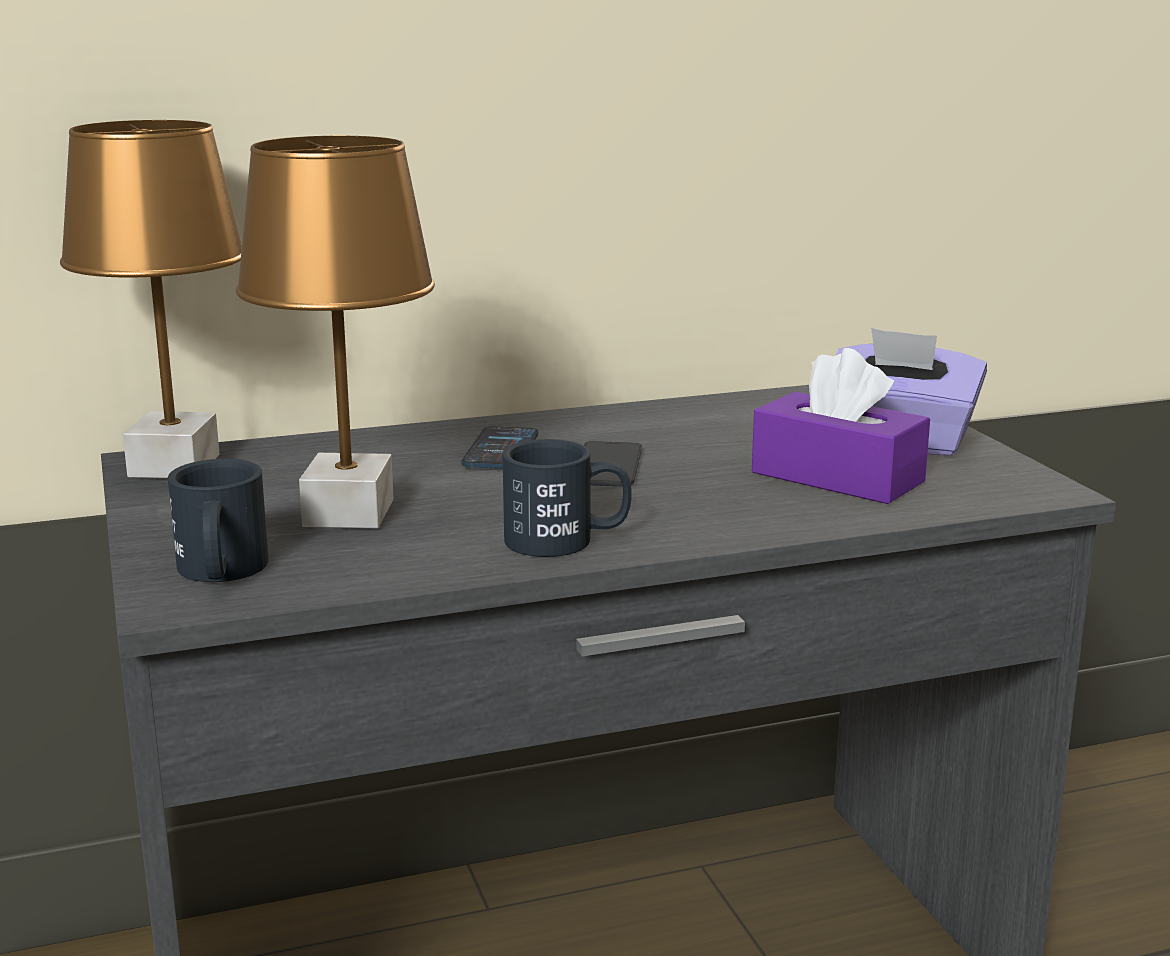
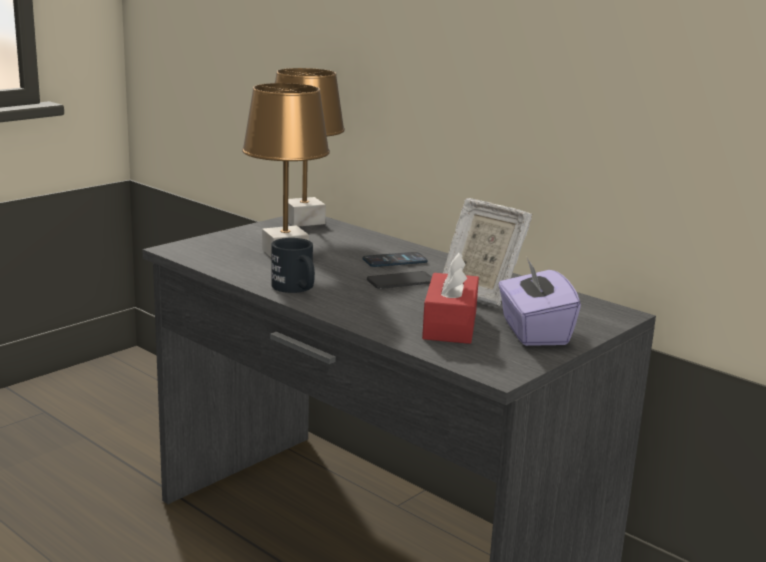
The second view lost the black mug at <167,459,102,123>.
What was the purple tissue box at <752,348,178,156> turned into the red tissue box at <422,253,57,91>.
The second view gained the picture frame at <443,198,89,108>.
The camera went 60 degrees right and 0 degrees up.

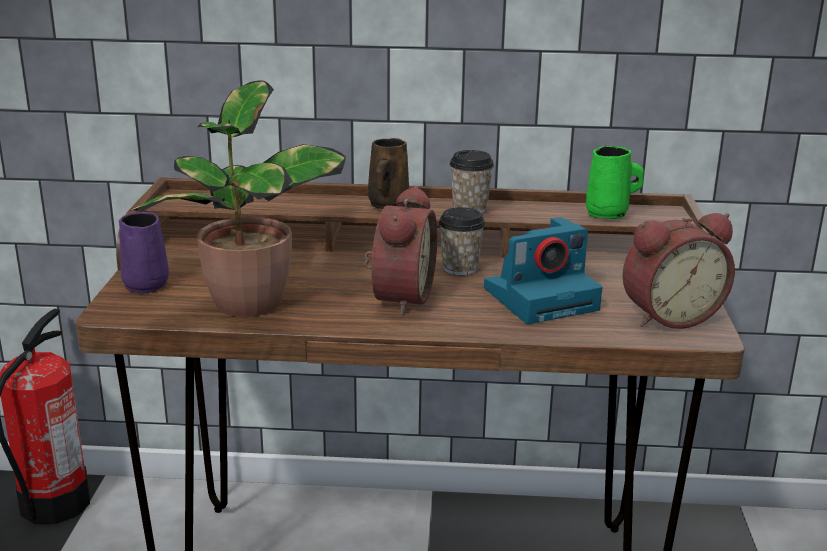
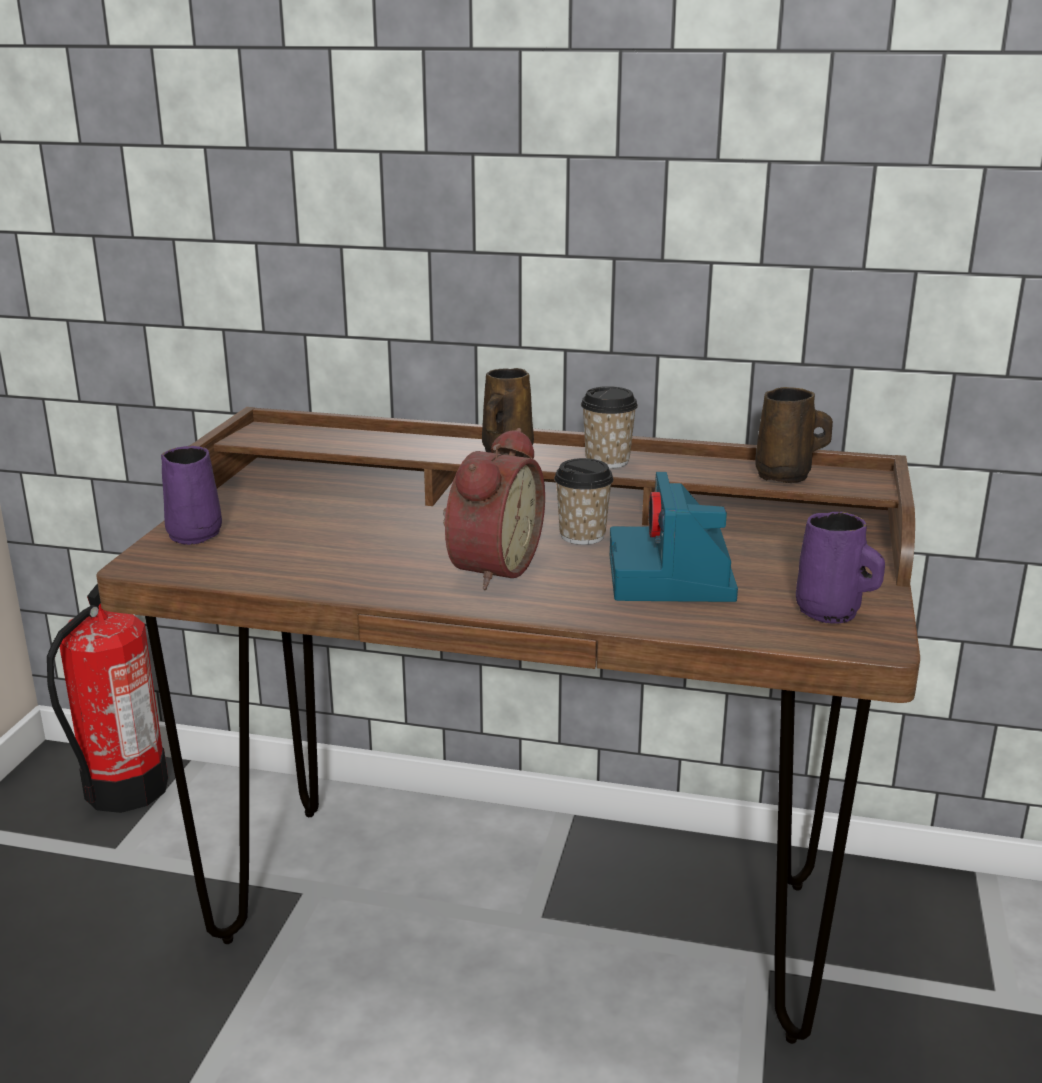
The second view lost the potted plant at <129,81,217,236>.
The photo camera at <484,217,118,107> ended up facing another way, 105 degrees clockwise from before.
What was the green mug at <586,146,58,73> turned into the brown mug at <755,387,78,96>.
Where the alarm clock stood at <622,213,113,116>, the purple mug came to stand at <796,512,89,112>.
The camera went 10 degrees right and 0 degrees up.

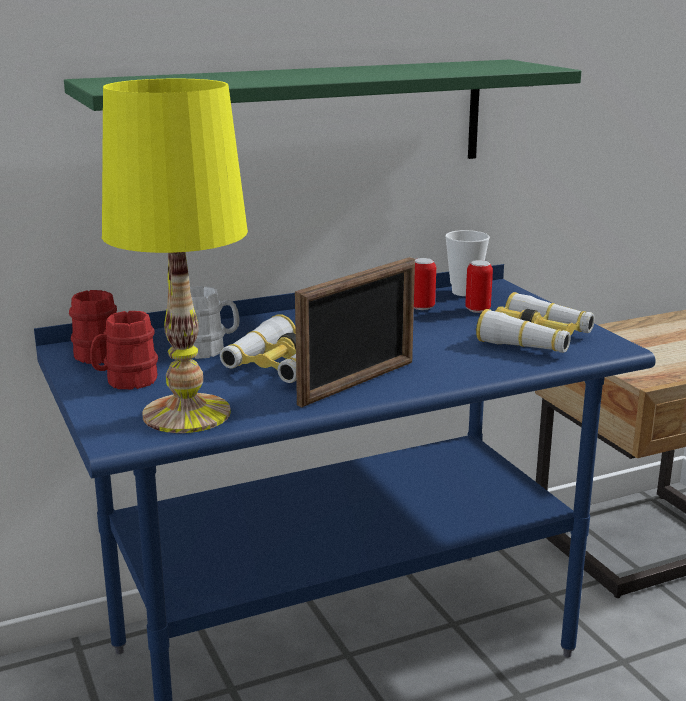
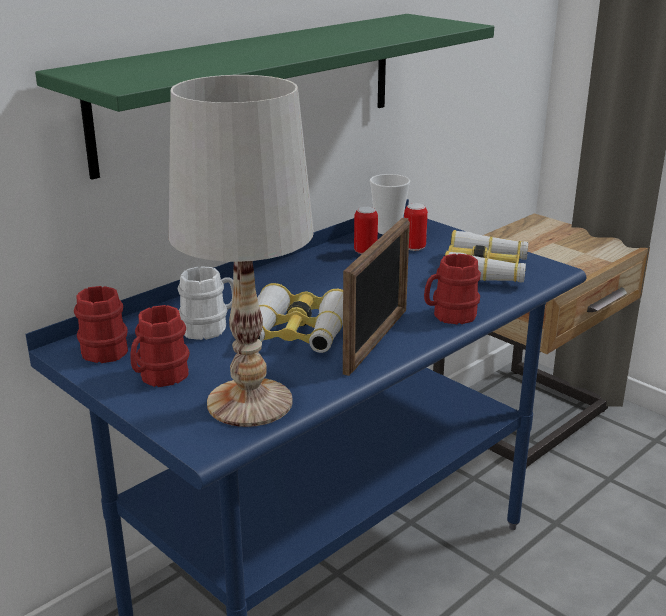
What was the yellow table lamp at <102,79,146,354> turned into the white table lamp at <169,75,145,352>.
The second view gained the red mug at <424,254,57,70>.
The camera went 20 degrees left and 5 degrees up.

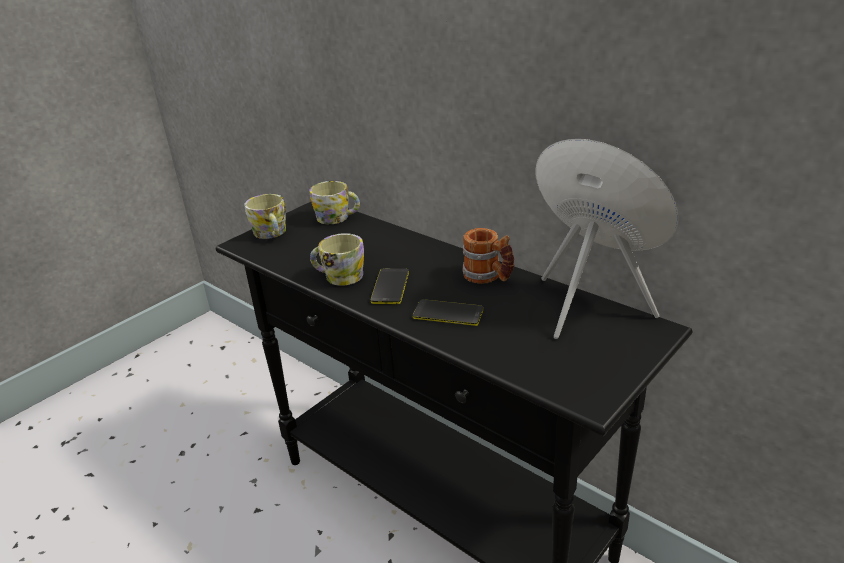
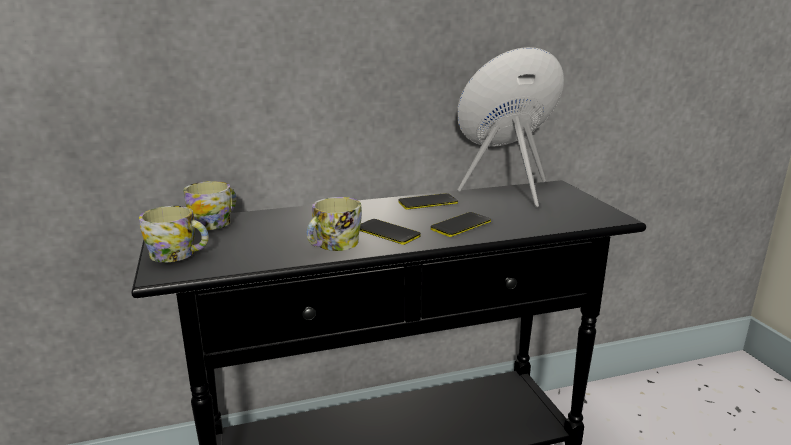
Where the mug stood at <463,228,52,56>, the phone came to stand at <398,193,60,17>.
The camera went 60 degrees left and 10 degrees down.

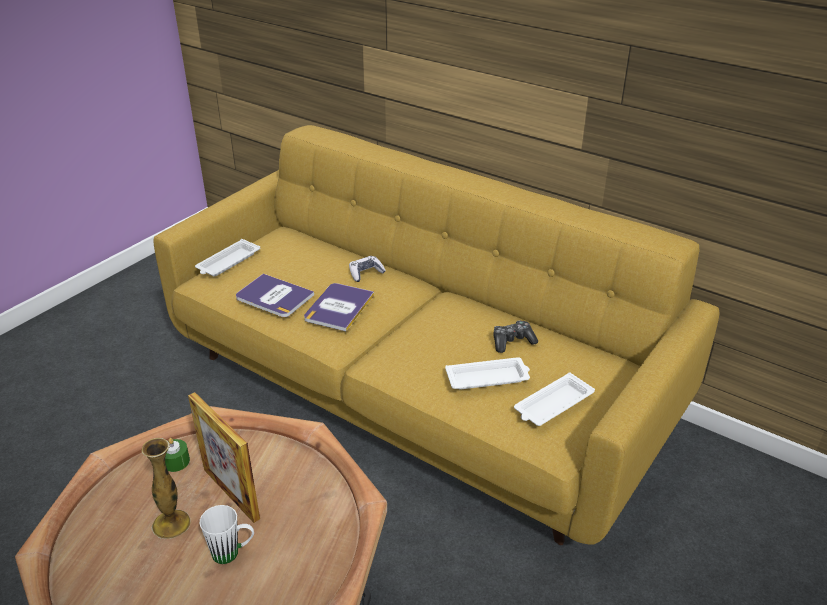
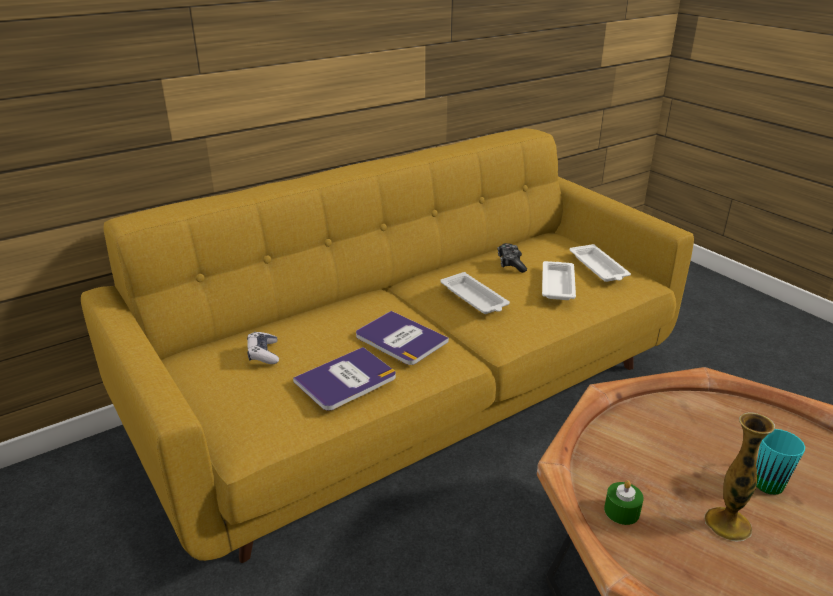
The second view lost the picture frame at <188,392,72,131>.
The white tray ended up elsewhere, having gone from <195,239,65,38> to <440,272,70,42>.
What was the white mug at <200,505,54,59> turned into the turquoise mug at <756,429,49,66>.
The game controller ended up elsewhere, having gone from <349,256,37,26> to <247,332,32,32>.
The camera went 70 degrees left and 5 degrees down.

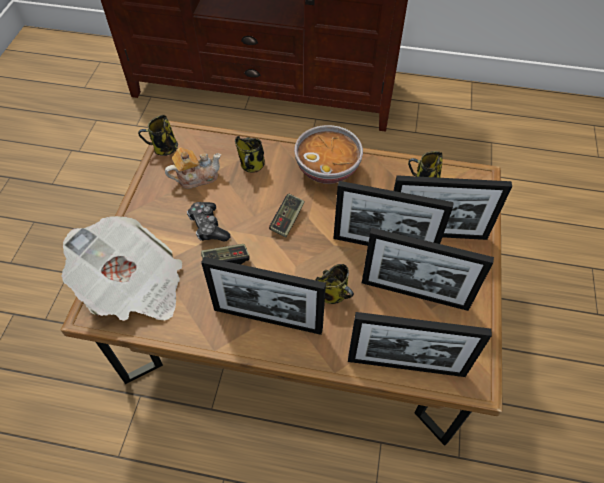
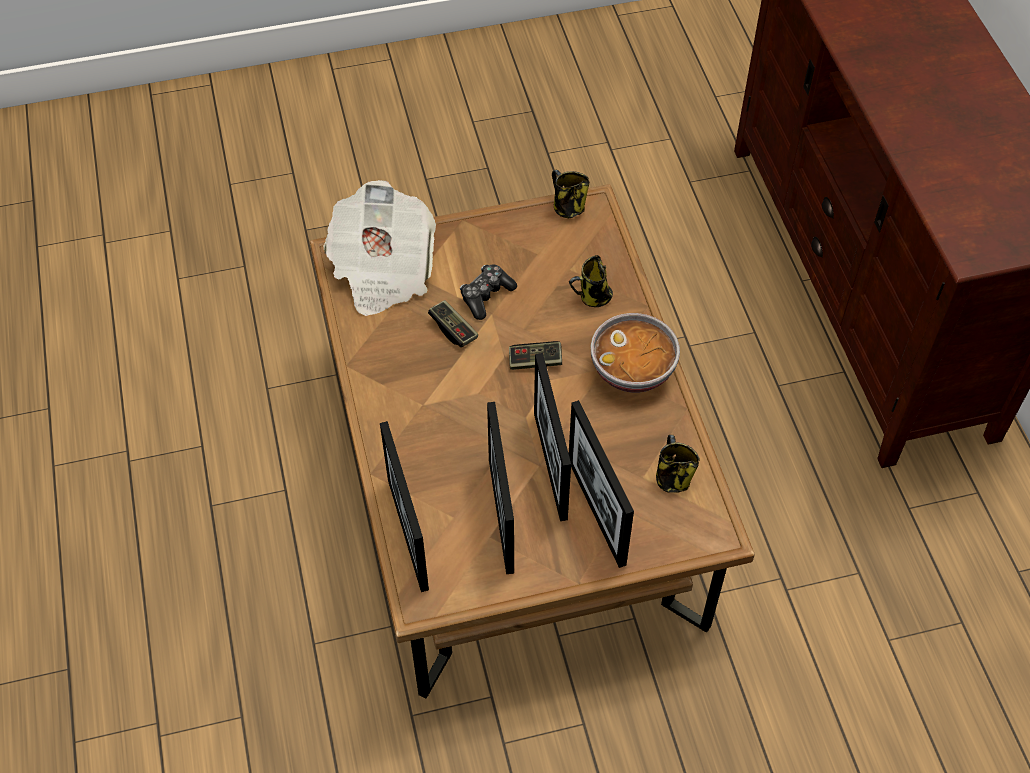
The second view lost the teapot at <165,147,56,42>.
The second view lost the picture frame at <201,257,125,78>.
The second view lost the mug at <315,264,39,40>.
The camera went 65 degrees right and 0 degrees up.

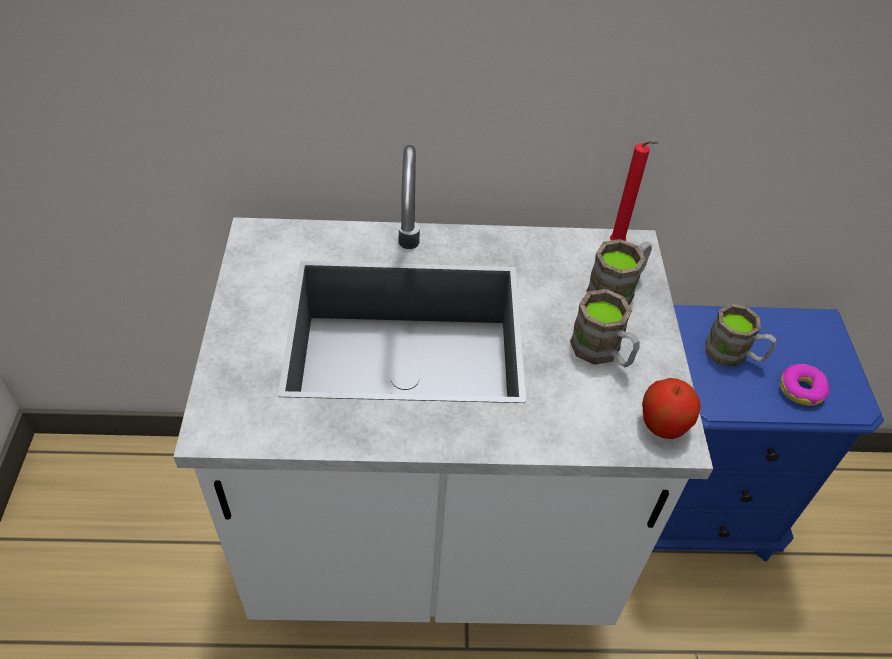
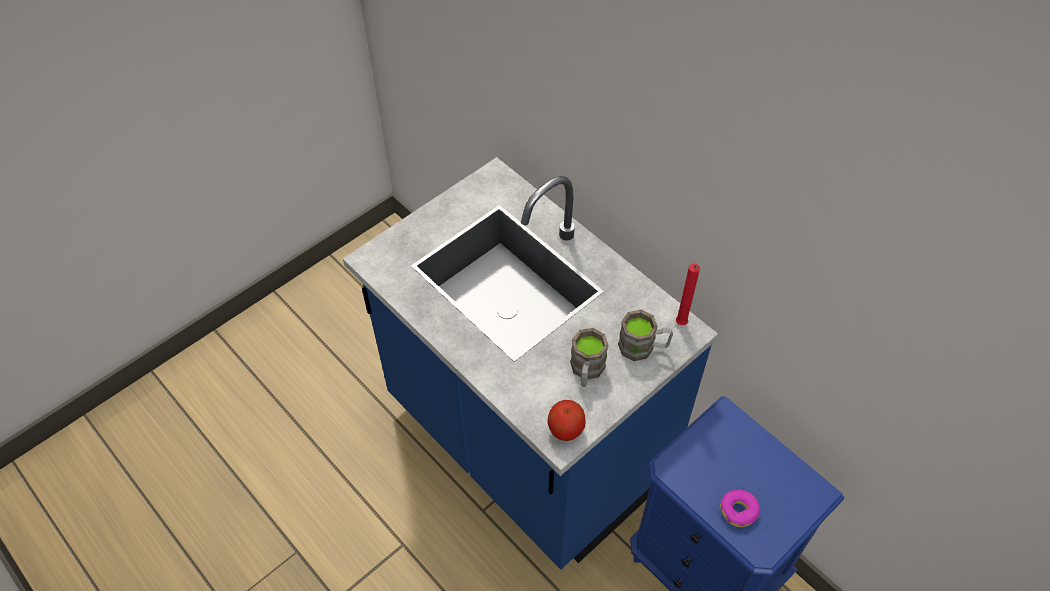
What was the white counter at <174,145,539,480> turned into the blue counter at <343,157,375,412>.
The second view lost the brown mug at <705,304,71,63>.
The camera went 50 degrees right and 5 degrees up.

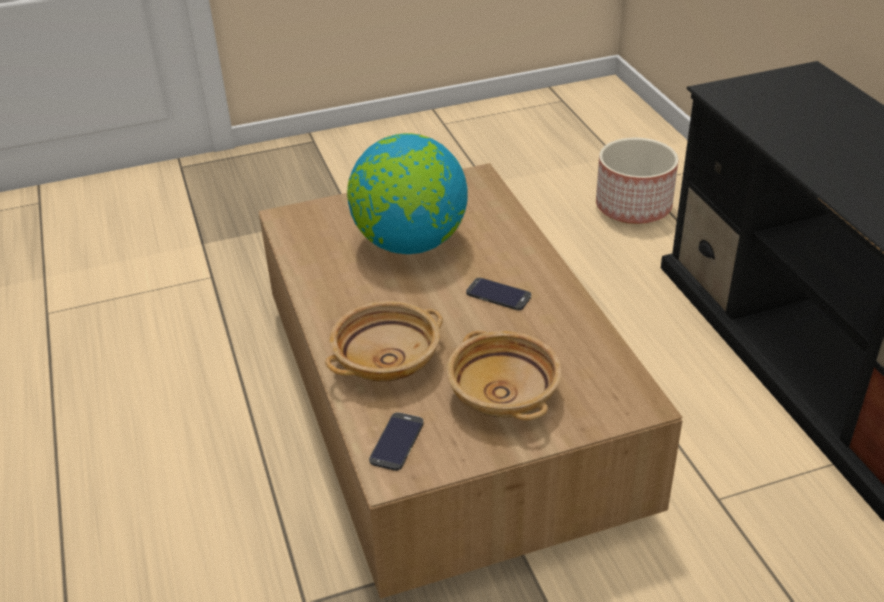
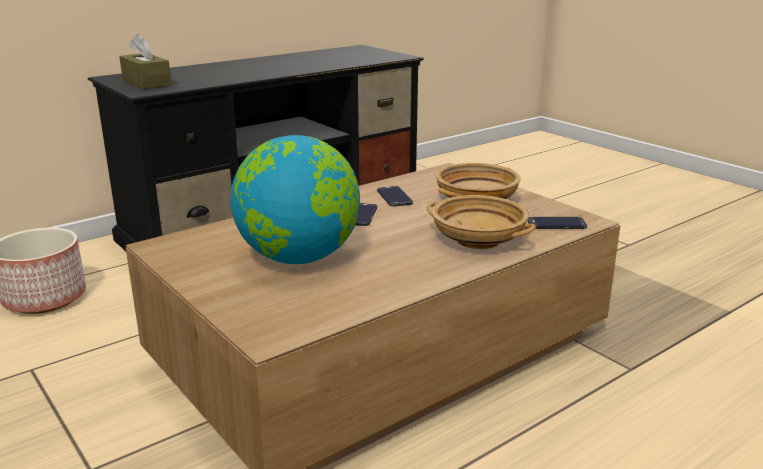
The second view gained the brown tissue box at <119,34,53,55>.
The second view gained the phone at <377,186,36,21>.
The camera went 110 degrees left and 15 degrees down.

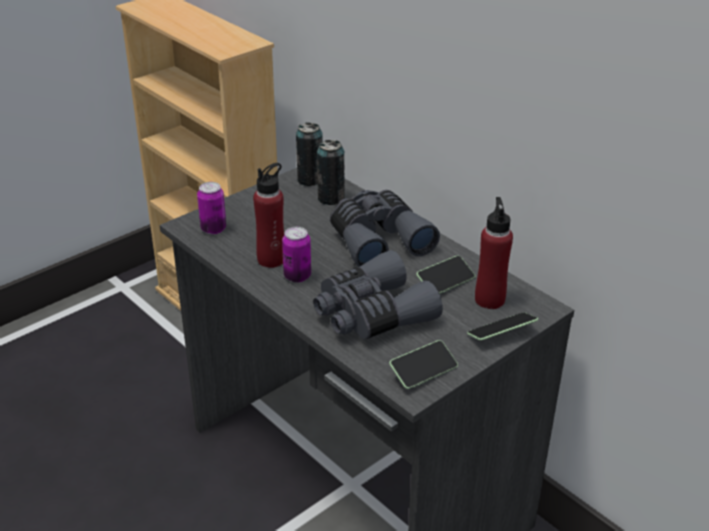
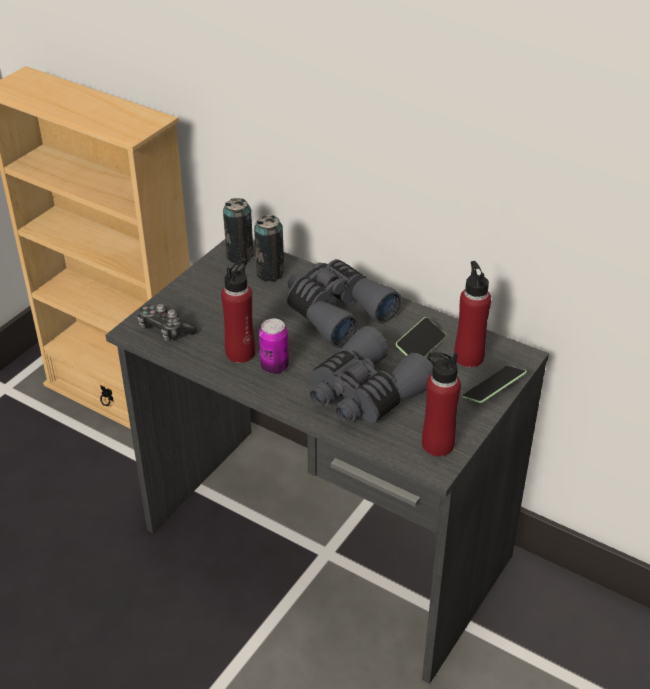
Where the can stood at <197,182,29,52>, the game controller came to stand at <137,303,60,38>.
Where the phone stood at <389,340,69,49>, the red bottle came to stand at <422,352,39,104>.
The camera went 15 degrees left and 5 degrees up.

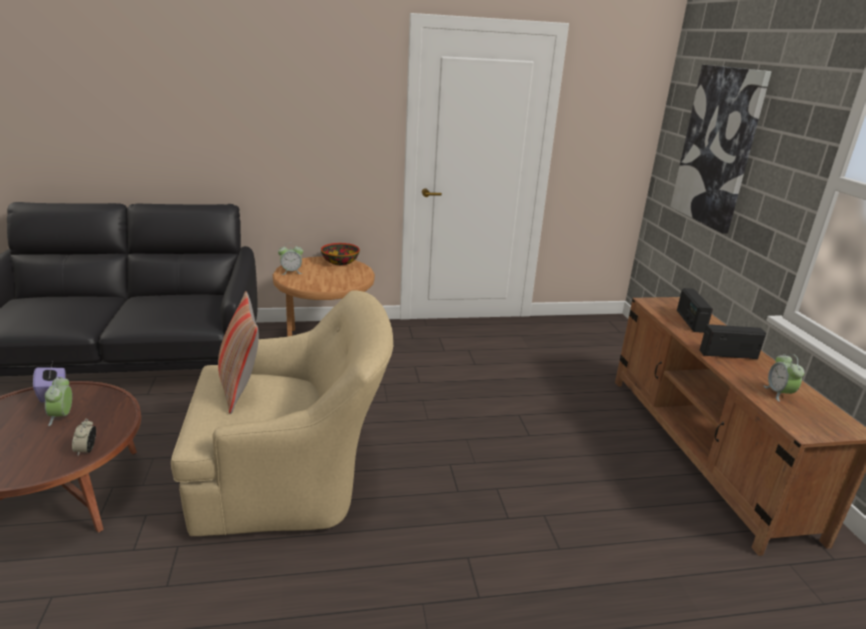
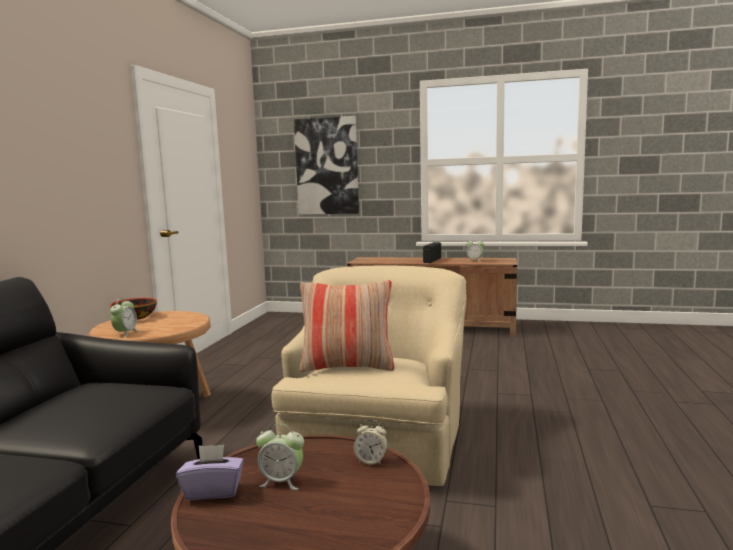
The second view lost the radio at <677,288,36,45>.
The camera went 65 degrees left and 15 degrees down.

